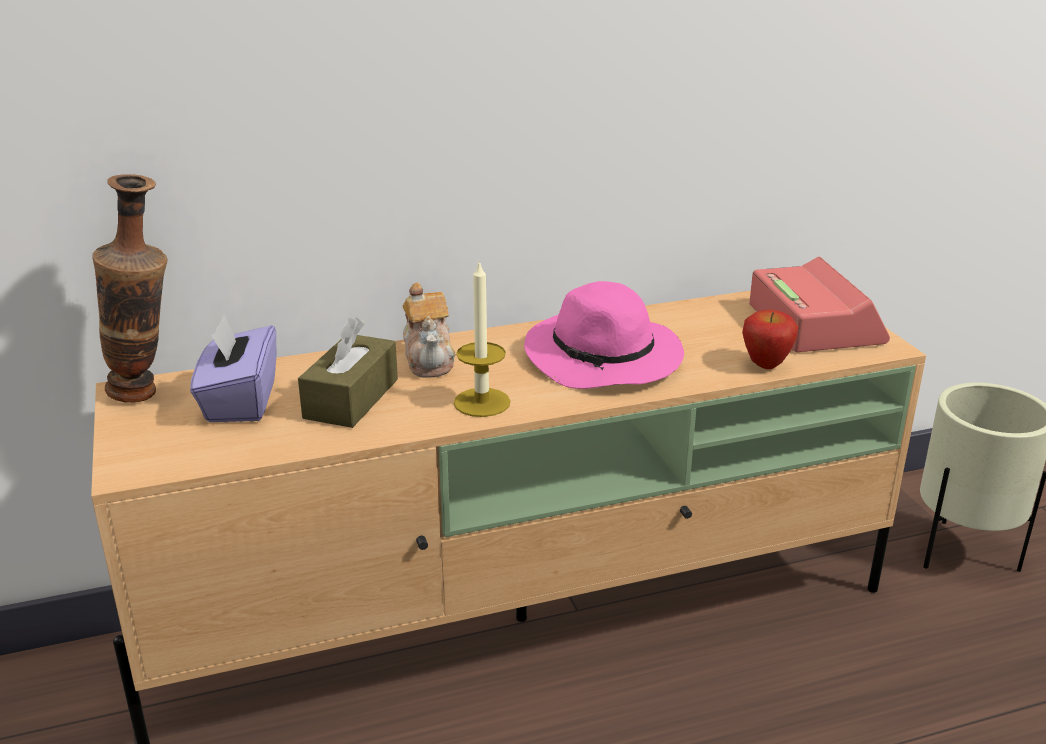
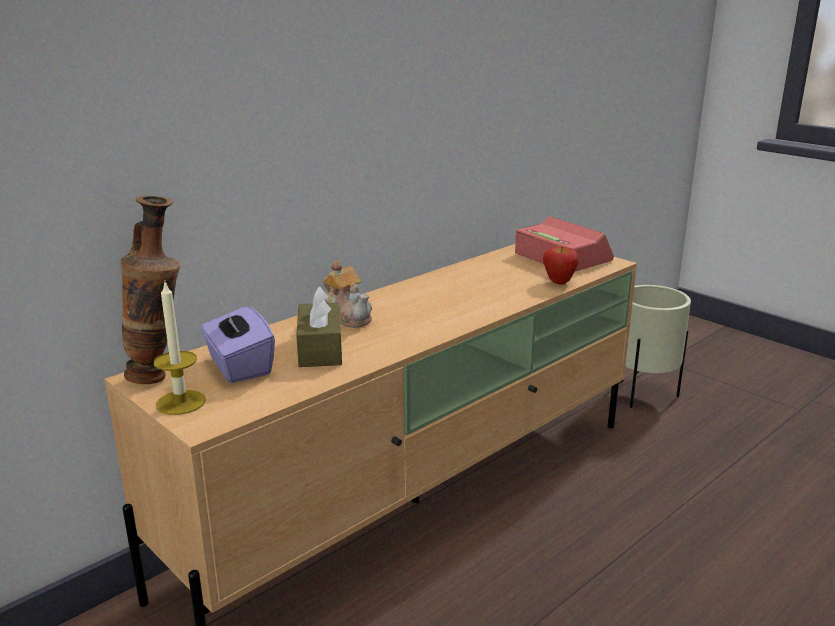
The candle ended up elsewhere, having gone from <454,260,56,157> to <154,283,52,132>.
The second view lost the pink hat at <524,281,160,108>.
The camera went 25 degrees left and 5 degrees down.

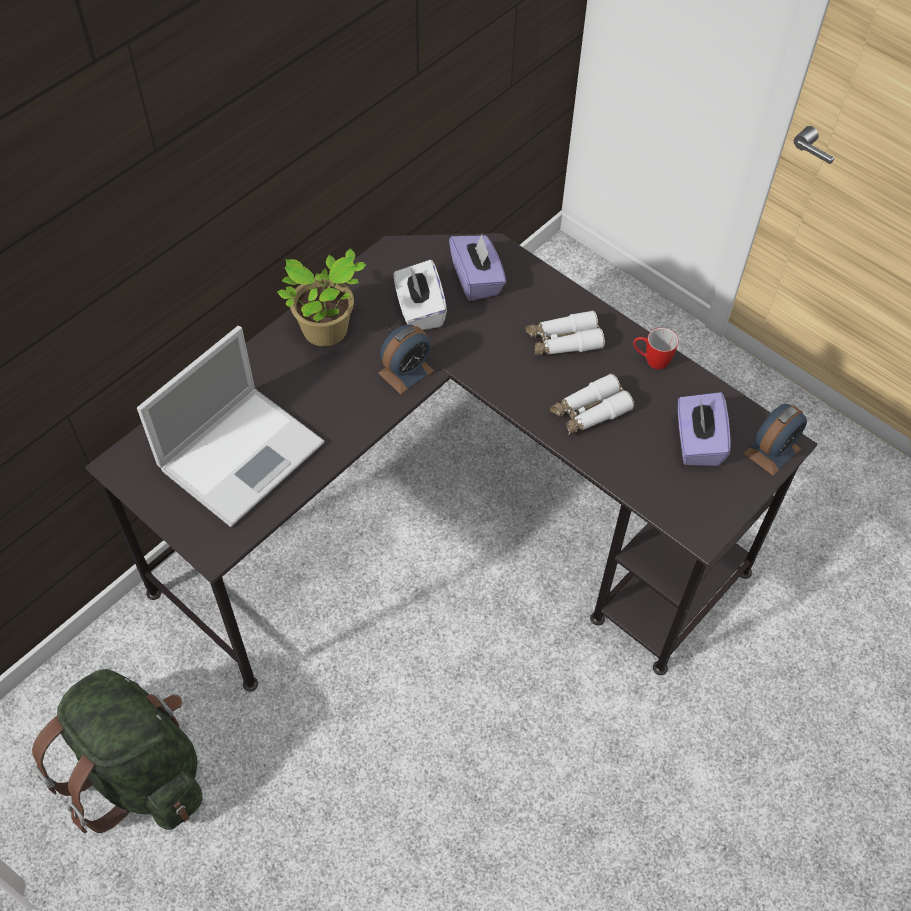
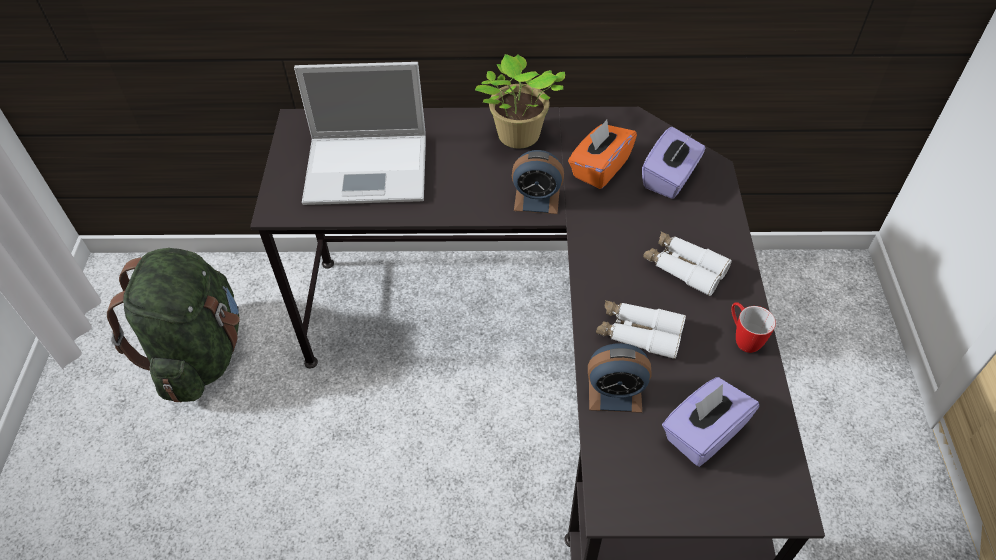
What was the white tissue box at <394,260,53,70> turned into the orange tissue box at <568,120,69,69>.
The alarm clock ended up elsewhere, having gone from <744,404,63,72> to <588,343,63,70>.
The camera went 50 degrees right and 5 degrees down.

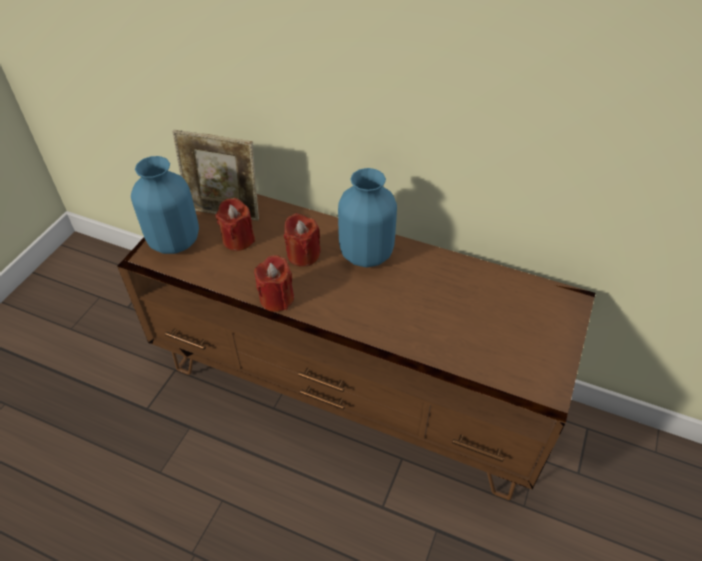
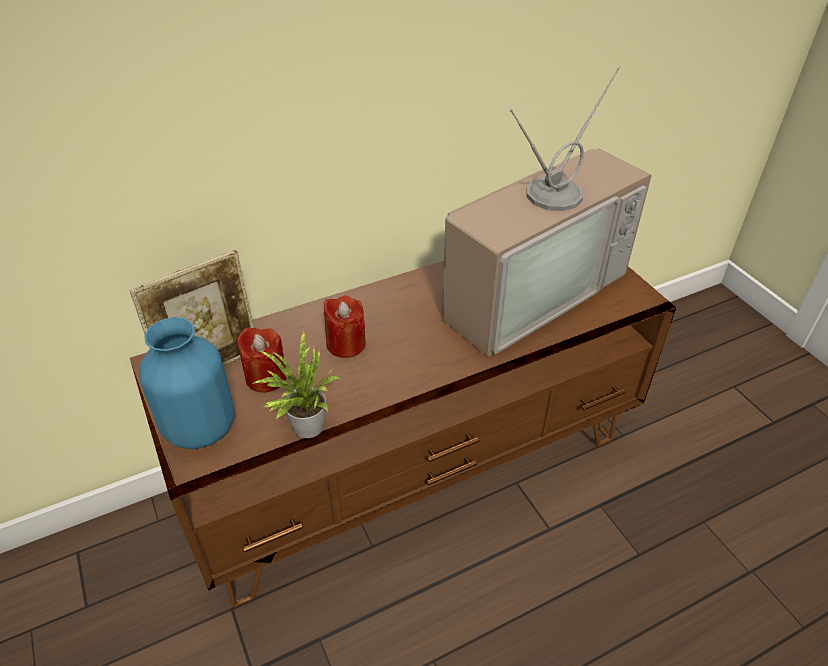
The second view lost the red candle at <254,255,40,57>.
The second view lost the blue vase at <338,168,59,99>.
The second view gained the potted plant at <252,331,88,107>.
The second view gained the television at <442,66,210,291>.
The camera went 50 degrees left and 5 degrees down.

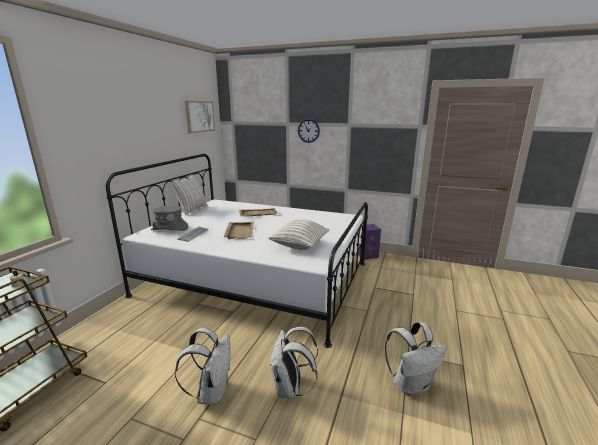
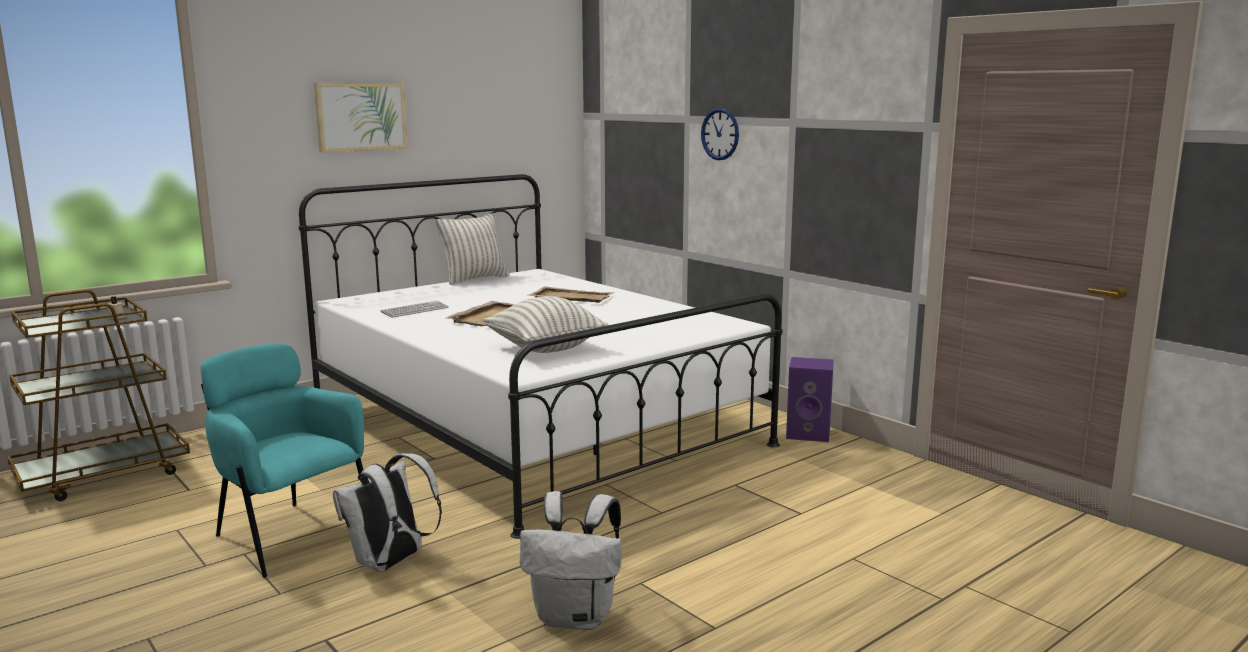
The second view lost the grey hat at <151,206,37,25>.
Where the white backpack stood at <175,328,56,77>, the turquoise armchair came to stand at <201,343,163,235>.
The picture ended up elsewhere, having gone from <185,101,30,32> to <314,83,94,69>.
The camera went 30 degrees right and 5 degrees down.

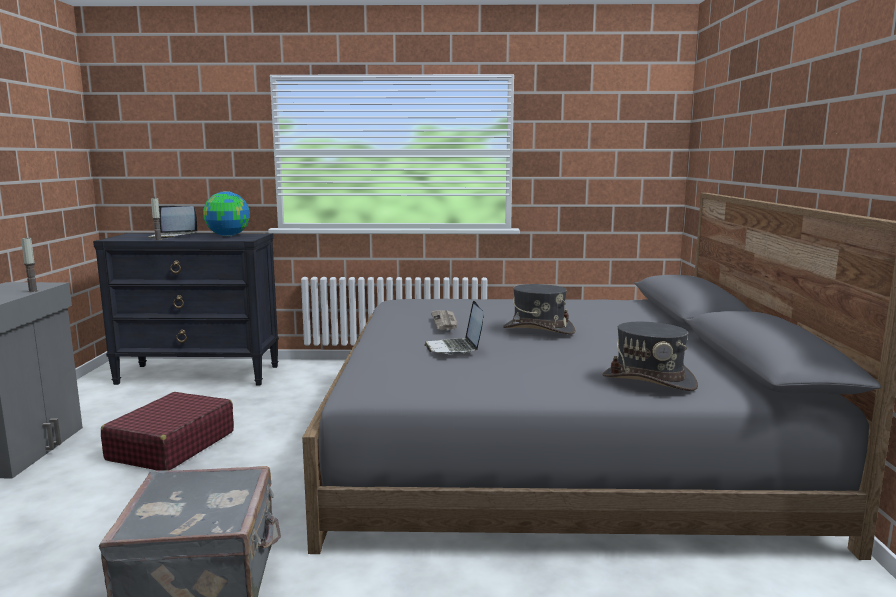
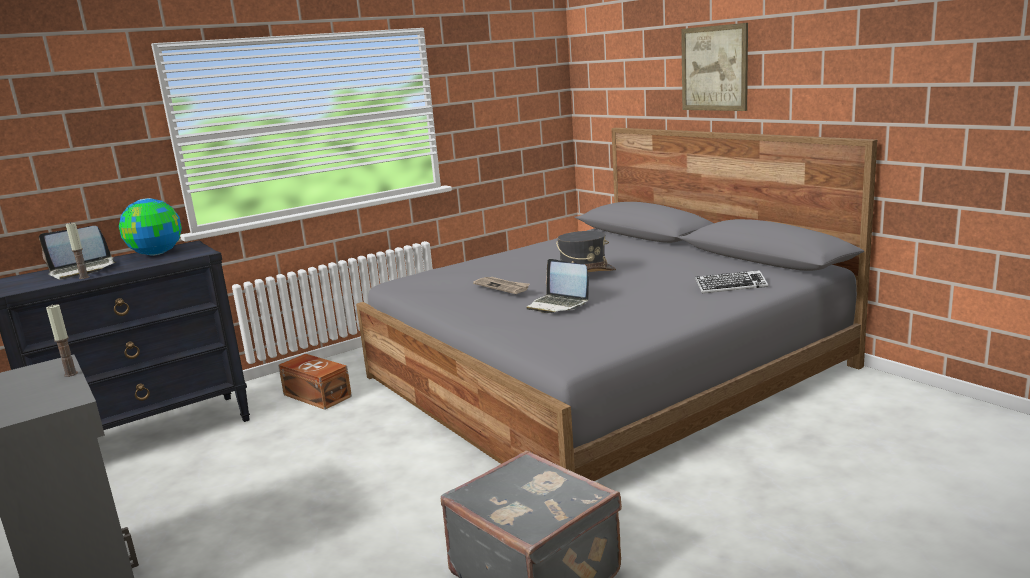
The second view lost the red suitcase at <101,392,133,79>.
Where the grey hat stood at <602,322,96,69>, the keyboard came to stand at <695,270,73,24>.
The second view gained the brown storage box at <278,354,74,56>.
The second view gained the picture at <681,23,67,88>.
The camera went 35 degrees left and 5 degrees up.

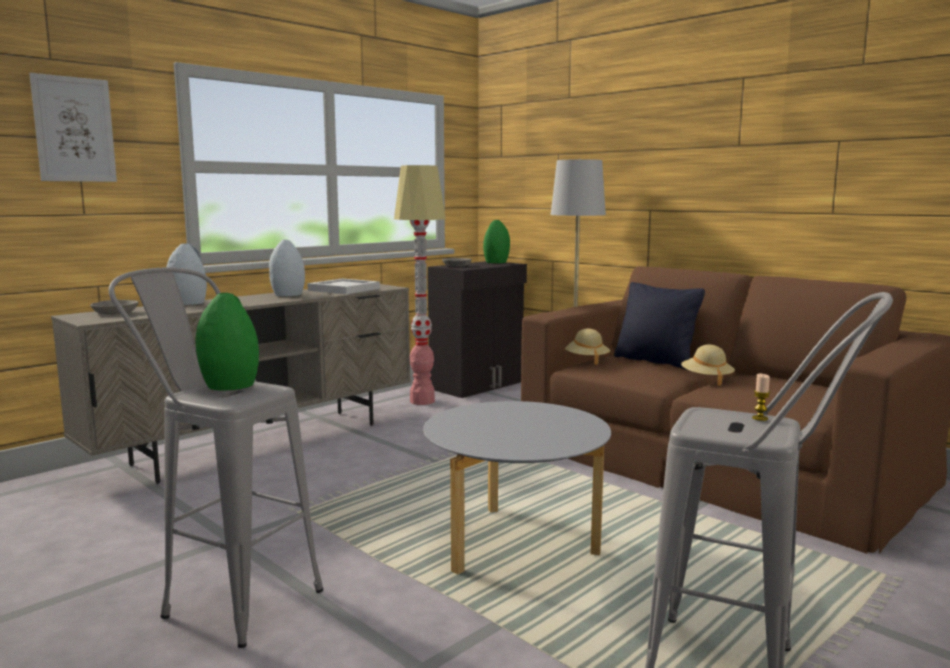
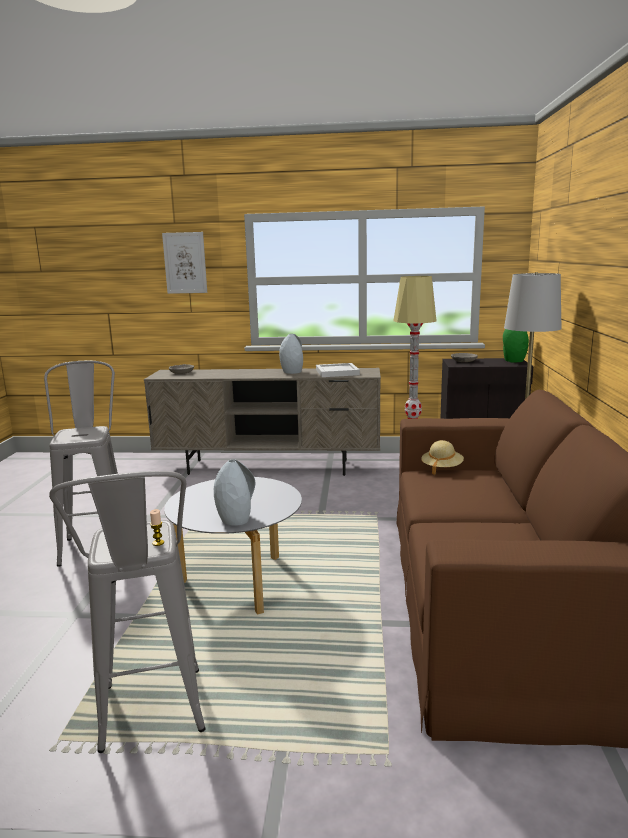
The grey vase ended up elsewhere, having gone from <167,243,40,62> to <214,459,41,67>.
The second view lost the green vase at <195,293,64,97>.
The second view lost the black pillow at <614,282,91,88>.
The second view lost the beige hat at <681,345,54,41>.
The camera went 50 degrees right and 5 degrees up.

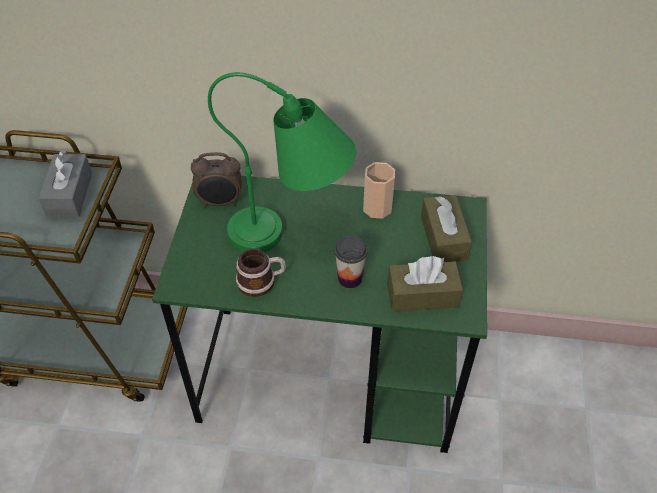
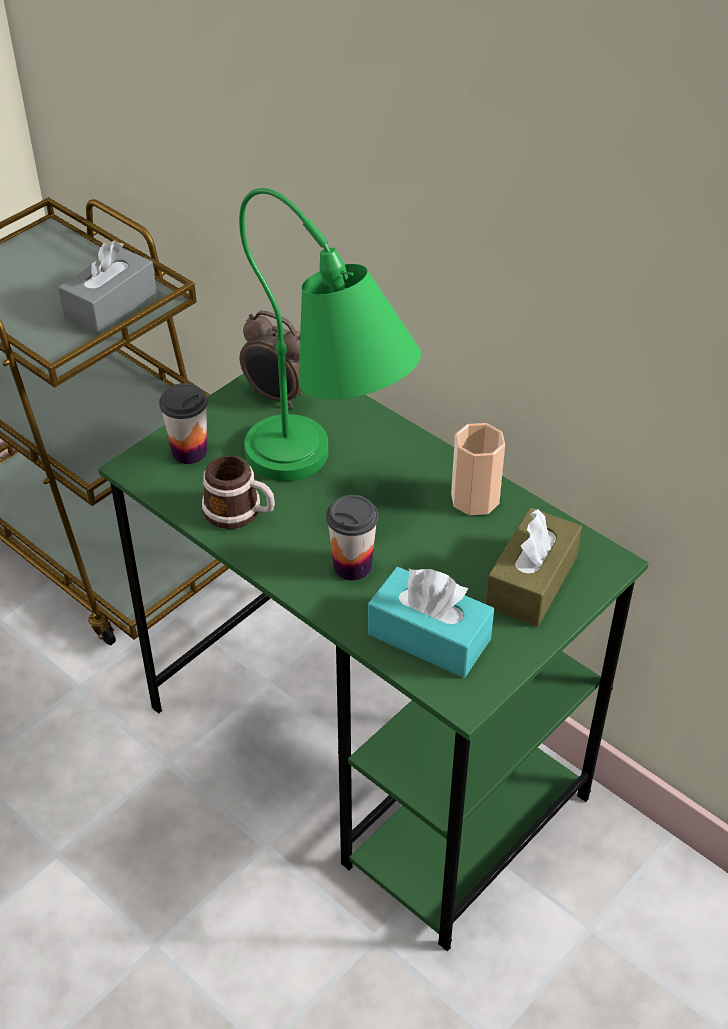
What was the brown tissue box at <387,256,76,56> turned into the turquoise tissue box at <368,567,126,111>.
The second view gained the cup at <159,383,49,81>.
The camera went 35 degrees right and 5 degrees down.

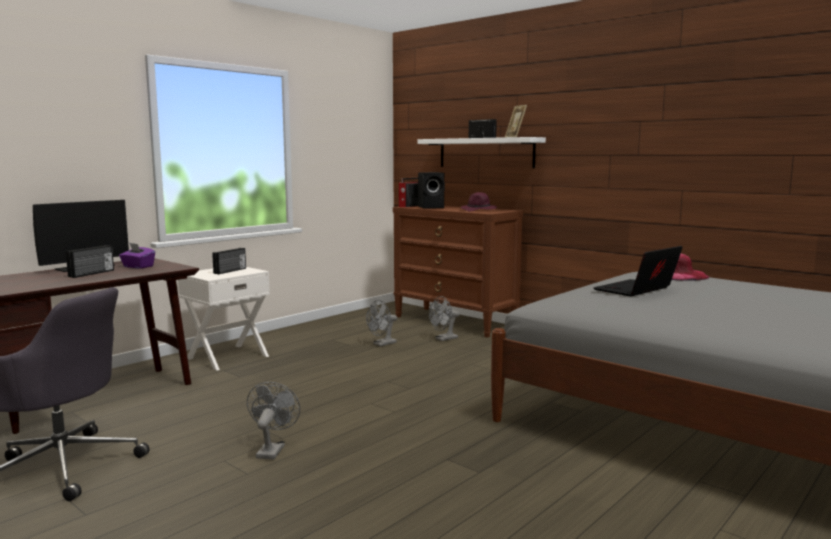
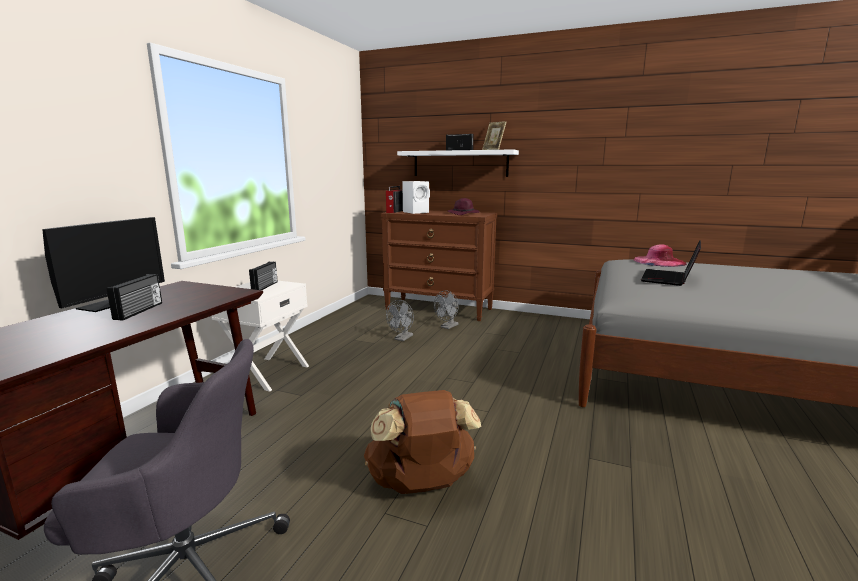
The second view lost the purple tissue box at <119,243,36,26>.
Where the grey fan stood at <247,382,53,77>, the brown backpack came to stand at <364,390,117,104>.
What was the black speaker at <418,172,27,37> turned into the white speaker at <402,181,28,33>.
The camera went 20 degrees left and 5 degrees up.

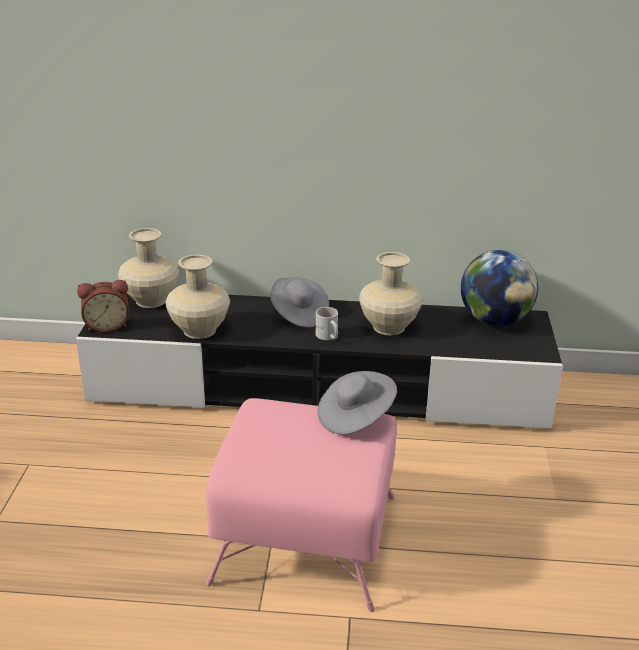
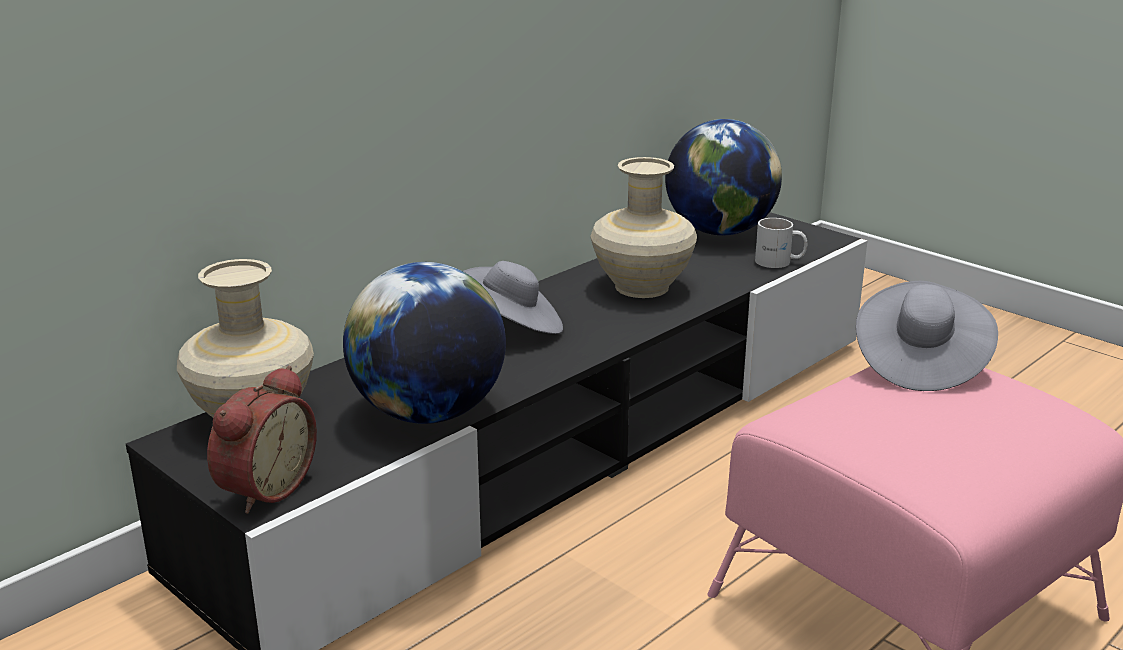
Where the beige vase stood at <165,254,65,85>, the globe came to stand at <343,262,163,162>.
The white mug ended up elsewhere, having gone from <316,307,22,33> to <755,218,52,50>.
The camera went 50 degrees left and 5 degrees down.

